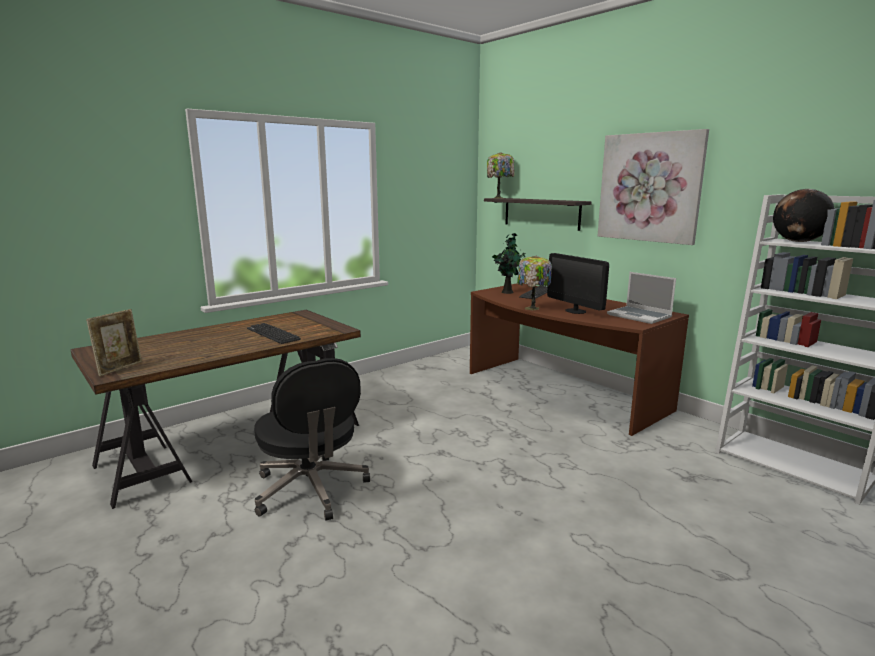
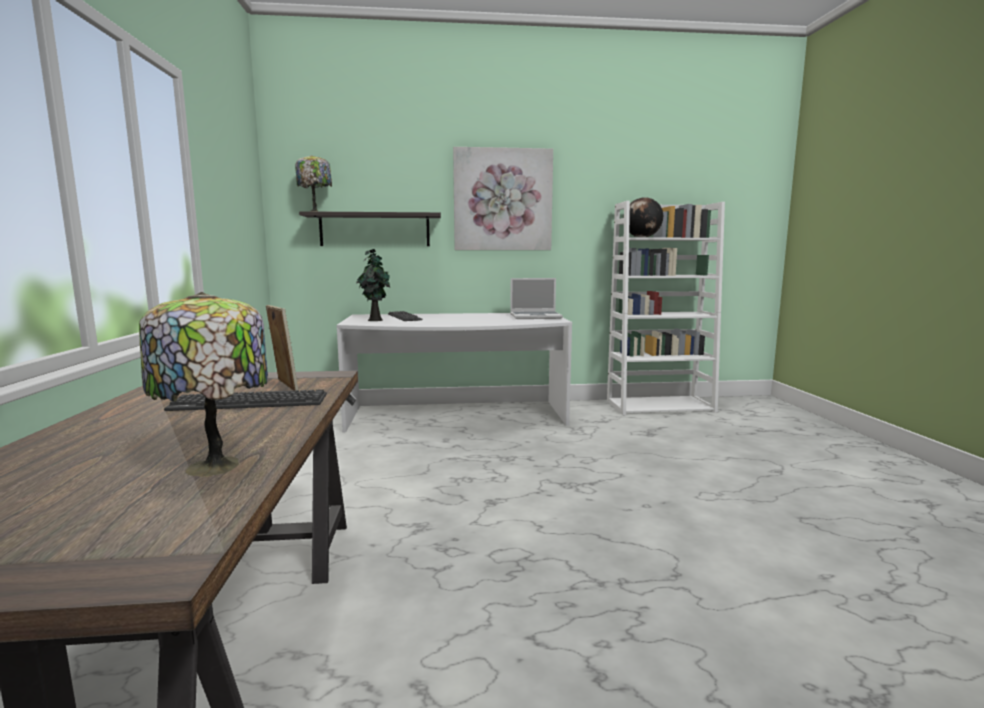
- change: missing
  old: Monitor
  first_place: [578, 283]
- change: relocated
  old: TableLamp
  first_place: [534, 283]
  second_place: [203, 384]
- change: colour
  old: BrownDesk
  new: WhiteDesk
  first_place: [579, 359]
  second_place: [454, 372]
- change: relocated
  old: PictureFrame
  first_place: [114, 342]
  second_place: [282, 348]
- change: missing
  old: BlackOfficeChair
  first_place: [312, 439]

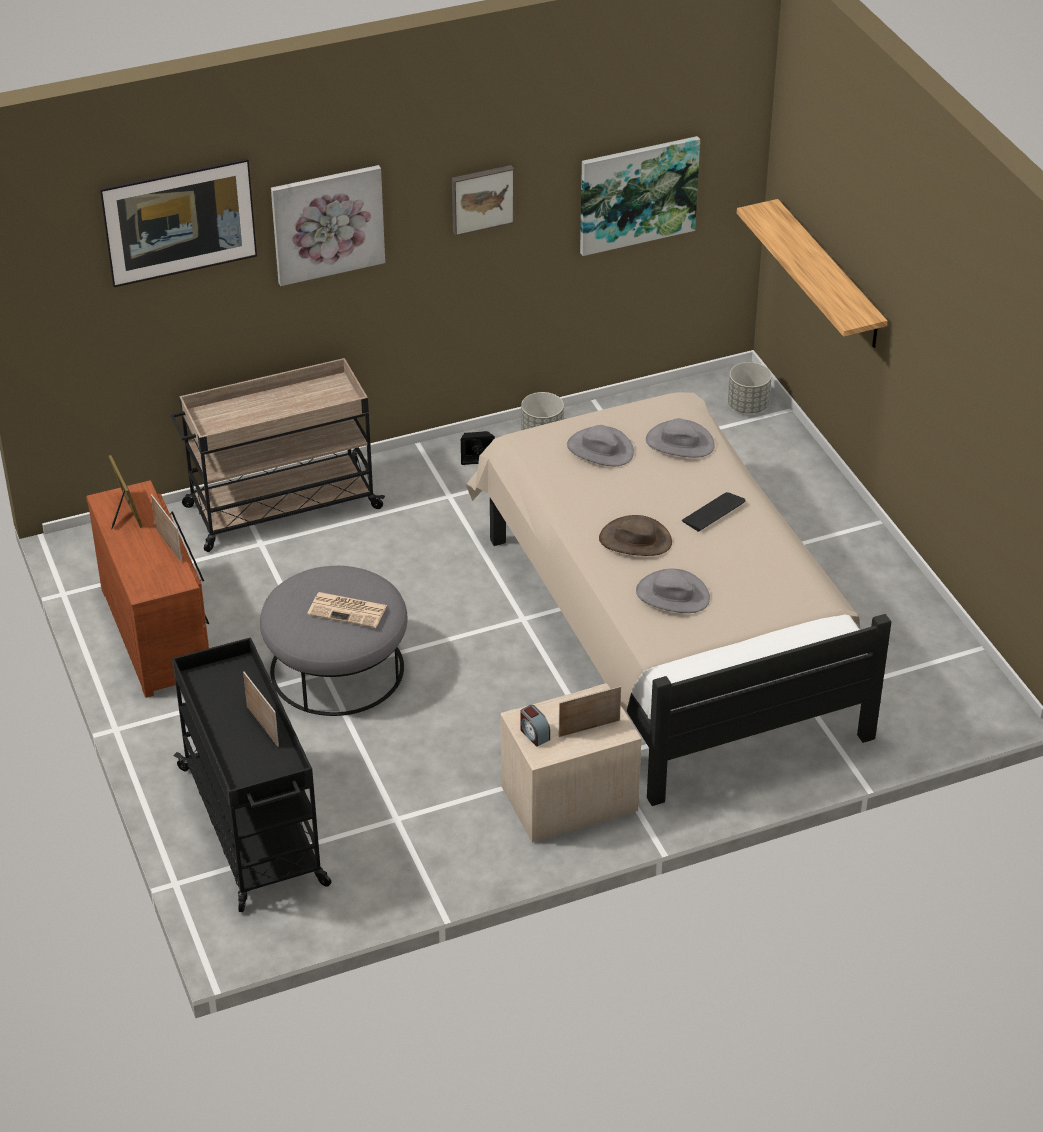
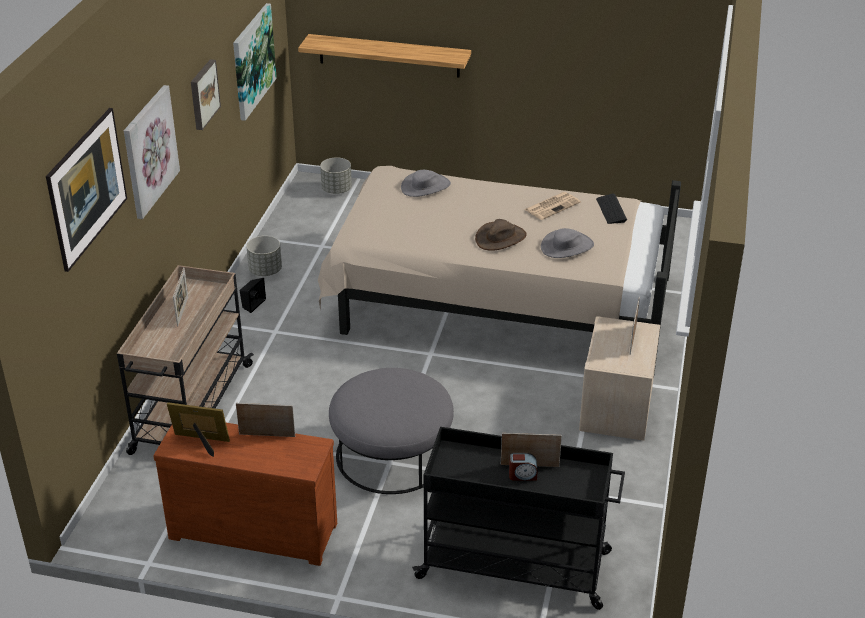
- change: missing
  old: GreyHat
  first_place: [600, 445]
- change: relocated
  old: Keyboard
  first_place: [714, 512]
  second_place: [611, 208]
- change: relocated
  old: Newspaper
  first_place: [347, 610]
  second_place: [552, 206]
- change: relocated
  old: AlarmClock
  first_place: [535, 726]
  second_place: [523, 467]
- change: appeared
  new: PictureFrame
  second_place: [180, 296]

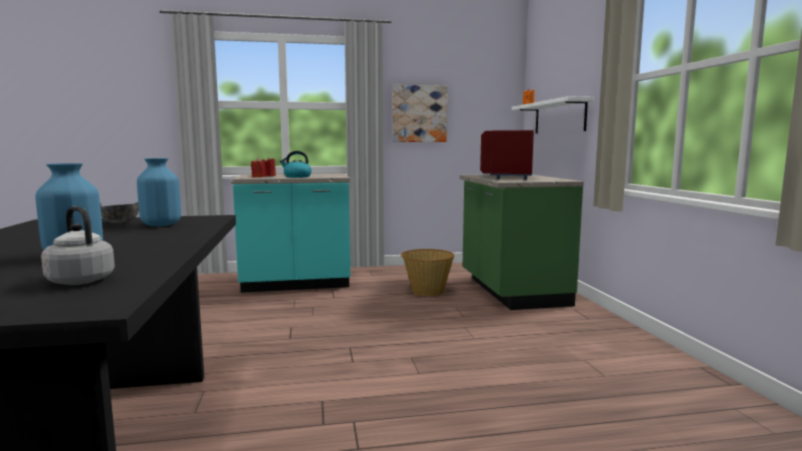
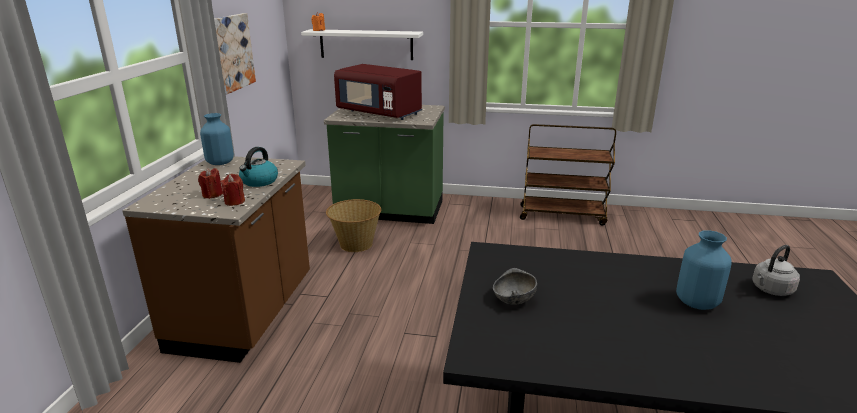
- change: relocated
  old: BlueVase
  first_place: [159, 192]
  second_place: [217, 139]
- change: colour
  old: TurquoiseCounter
  new: BrownCounter
  first_place: [290, 233]
  second_place: [216, 259]
- change: appeared
  new: BrownCart
  second_place: [568, 175]

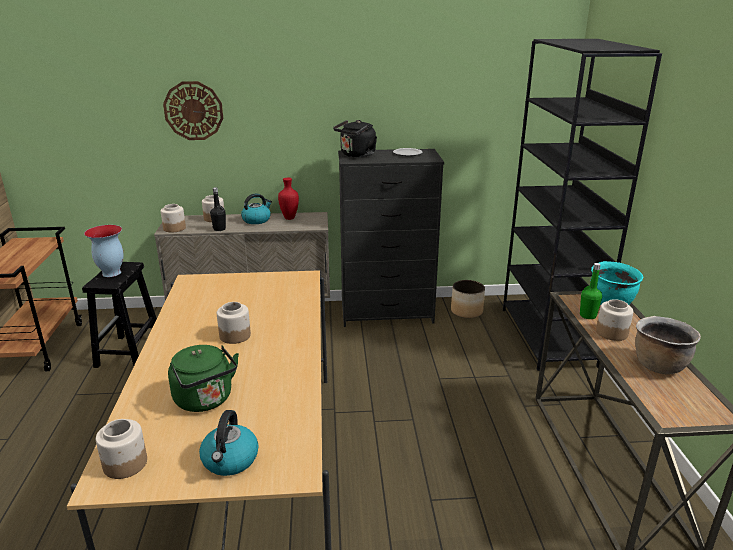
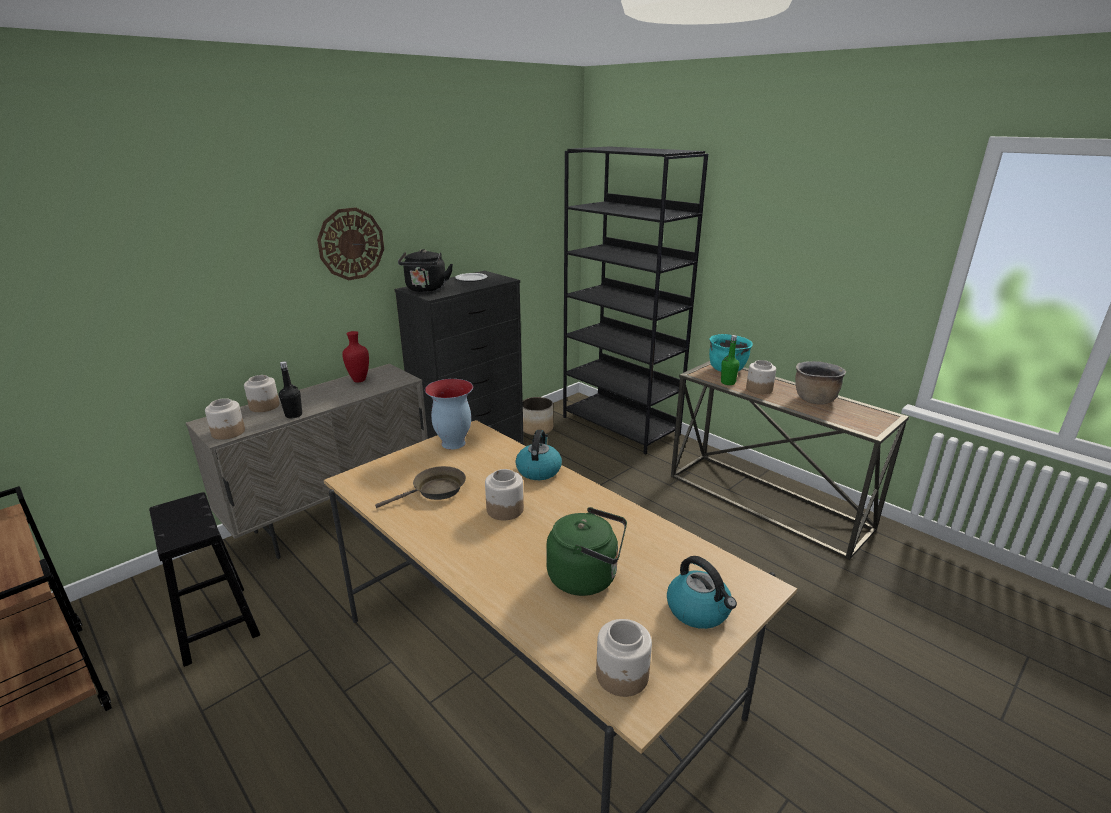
- change: relocated
  old: WallClock
  first_place: [193, 110]
  second_place: [350, 243]
- change: relocated
  old: Kettle
  first_place: [256, 208]
  second_place: [539, 455]
- change: relocated
  old: Vase
  first_place: [104, 251]
  second_place: [449, 414]
- change: appeared
  new: BrownFryingPan
  second_place: [420, 487]

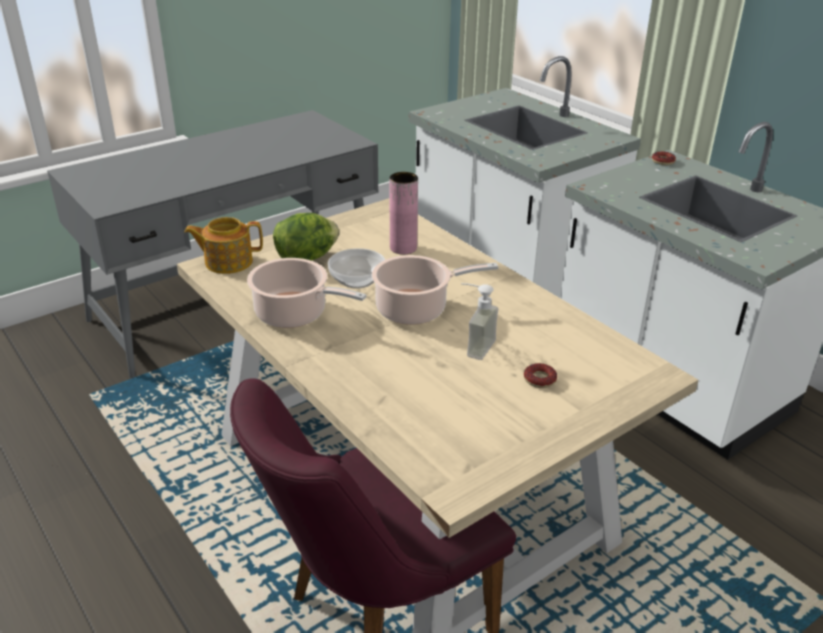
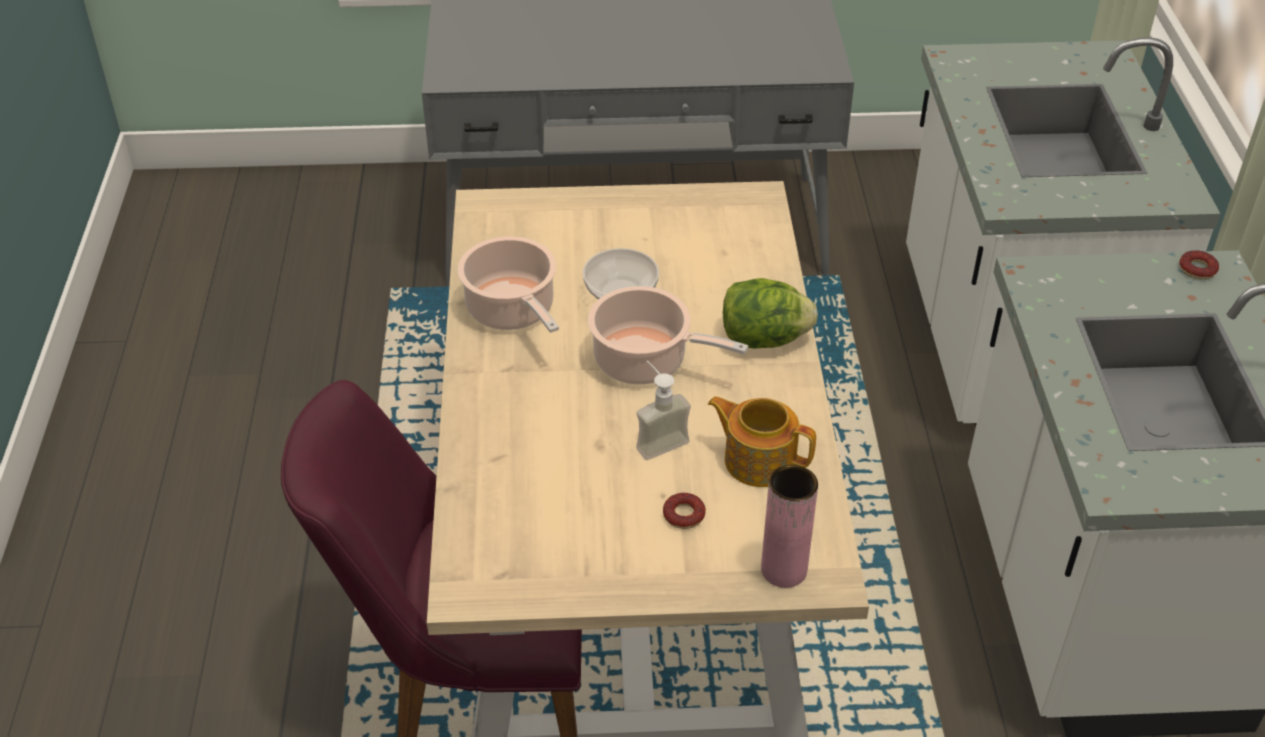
- change: relocated
  old: PinkVase
  first_place: [404, 213]
  second_place: [789, 526]
- change: relocated
  old: Lettuce
  first_place: [306, 237]
  second_place: [770, 313]
- change: relocated
  old: Teapot
  first_place: [223, 245]
  second_place: [762, 441]

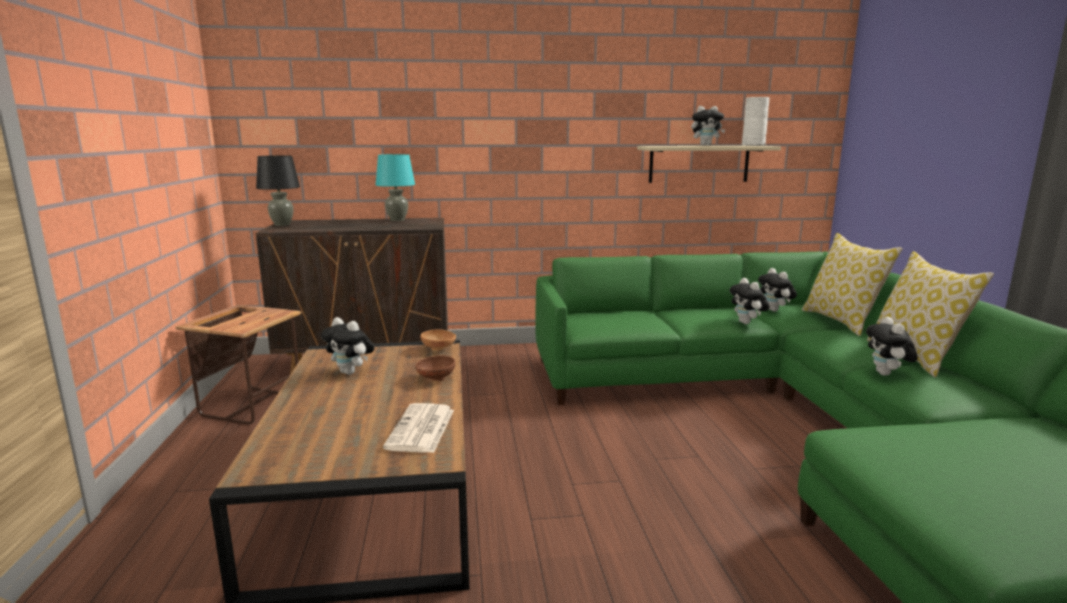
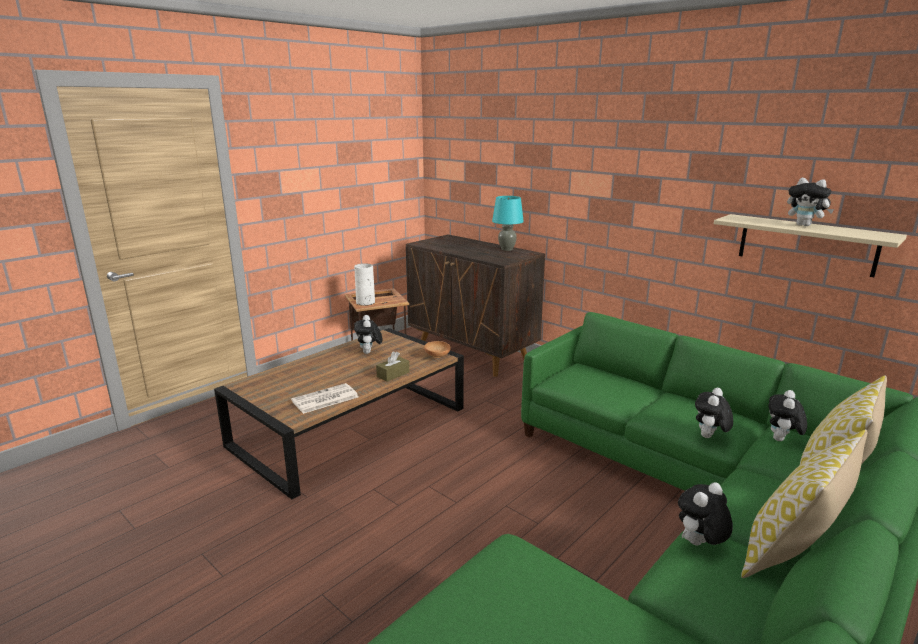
- change: relocated
  old: WhiteVase
  first_place: [755, 121]
  second_place: [364, 284]
- change: missing
  old: BlackTableLamp
  first_place: [278, 190]
- change: exchanged
  old: BrownBowl
  new: BrownTissueBox
  first_place: [435, 368]
  second_place: [392, 366]

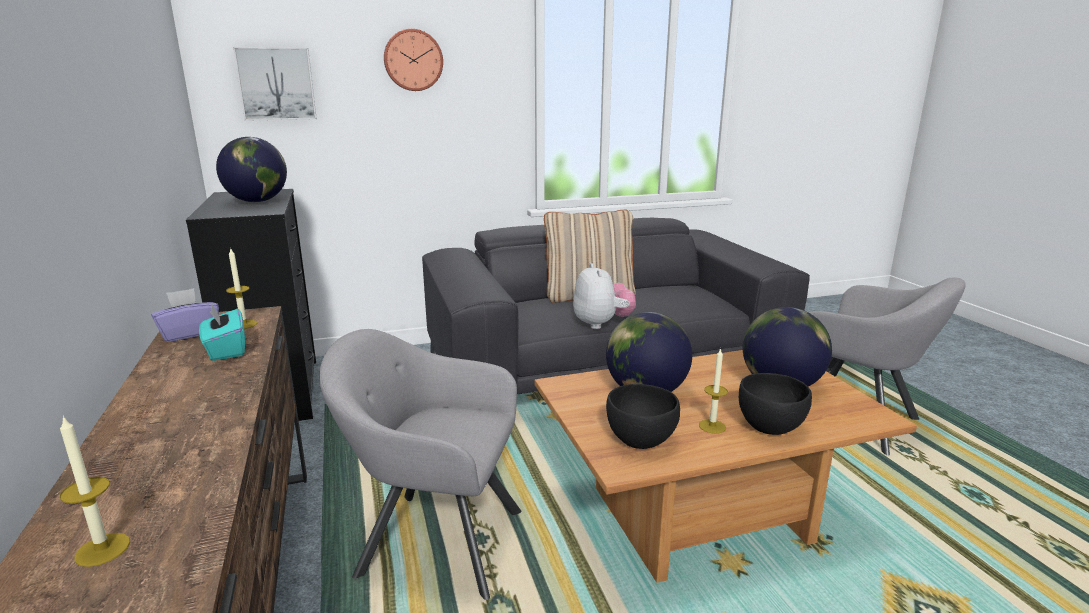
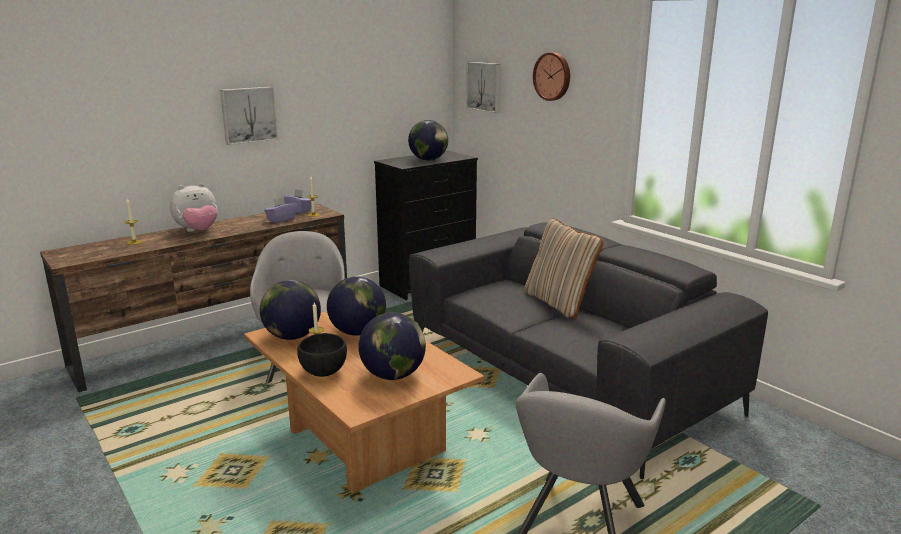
- change: relocated
  old: PlushToy
  first_place: [604, 296]
  second_place: [194, 207]
- change: colour
  old: TurquoiseTissueBox
  new: PurpleTissueBox
  first_place: [222, 332]
  second_place: [280, 210]
- change: exchanged
  old: BlackBowl
  new: Globe
  first_place: [643, 416]
  second_place: [290, 310]
- change: appeared
  new: Picture
  second_place: [249, 116]

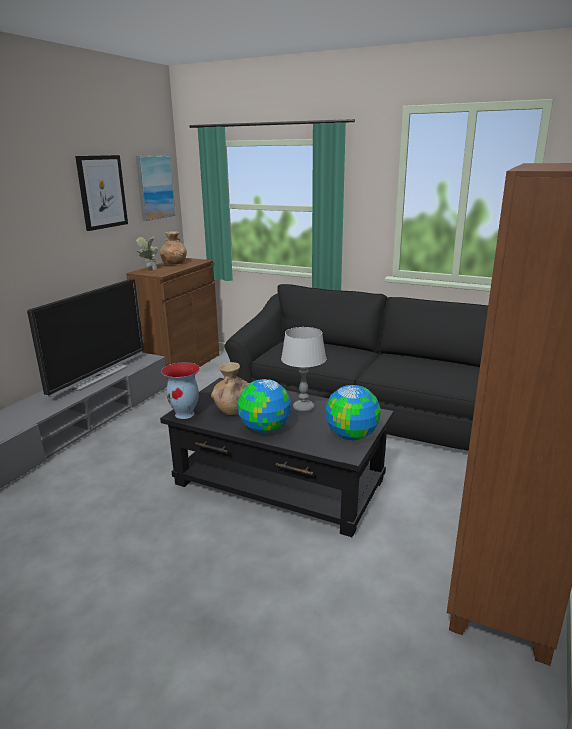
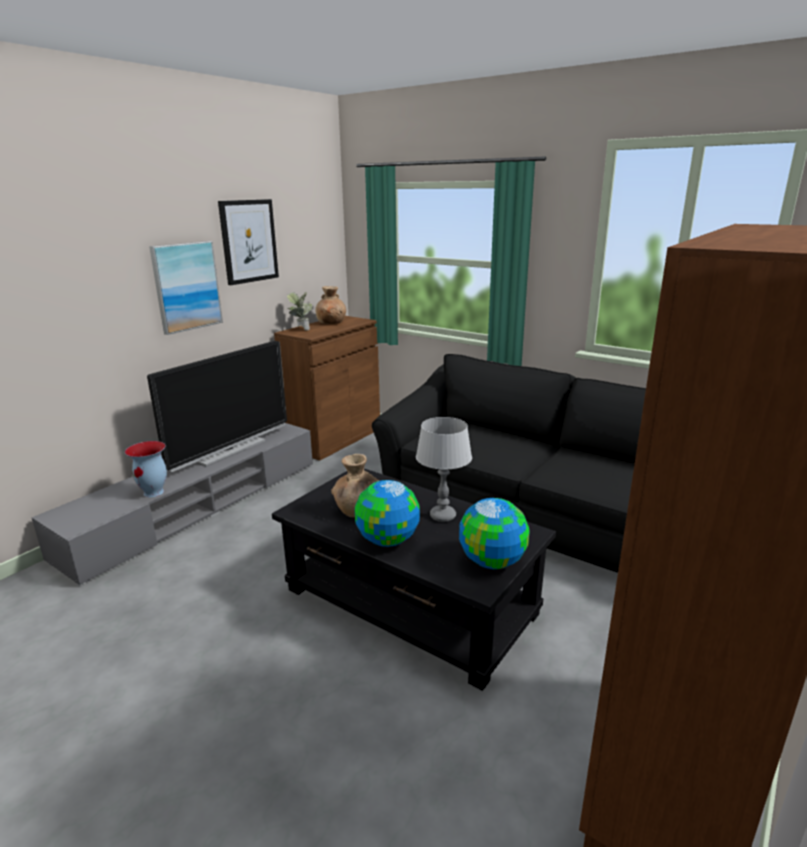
- change: relocated
  old: Picture
  first_place: [156, 188]
  second_place: [186, 288]
- change: relocated
  old: Vase
  first_place: [180, 390]
  second_place: [146, 469]

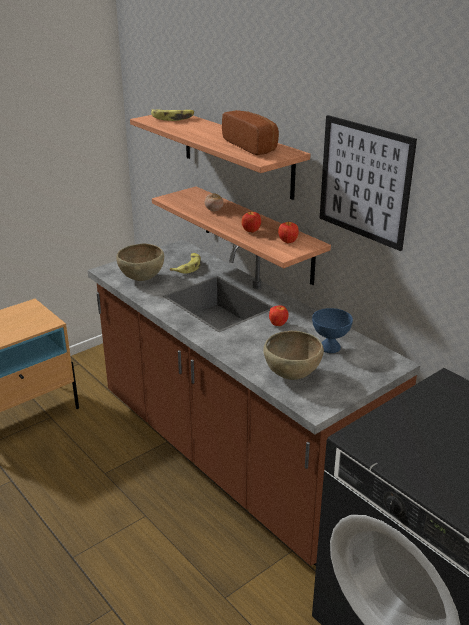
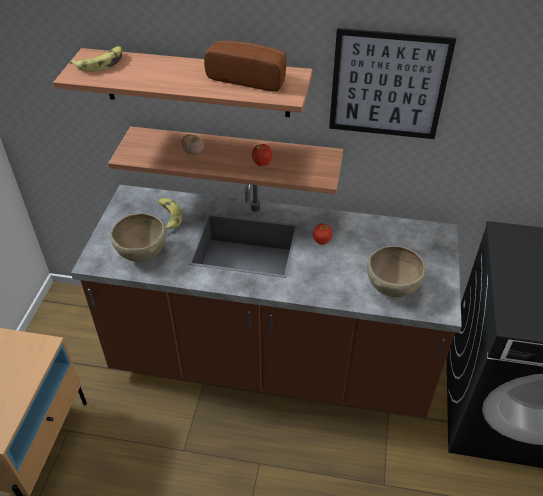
- change: missing
  old: Apple
  first_place: [288, 232]
- change: missing
  old: BlueBowl
  first_place: [332, 330]

